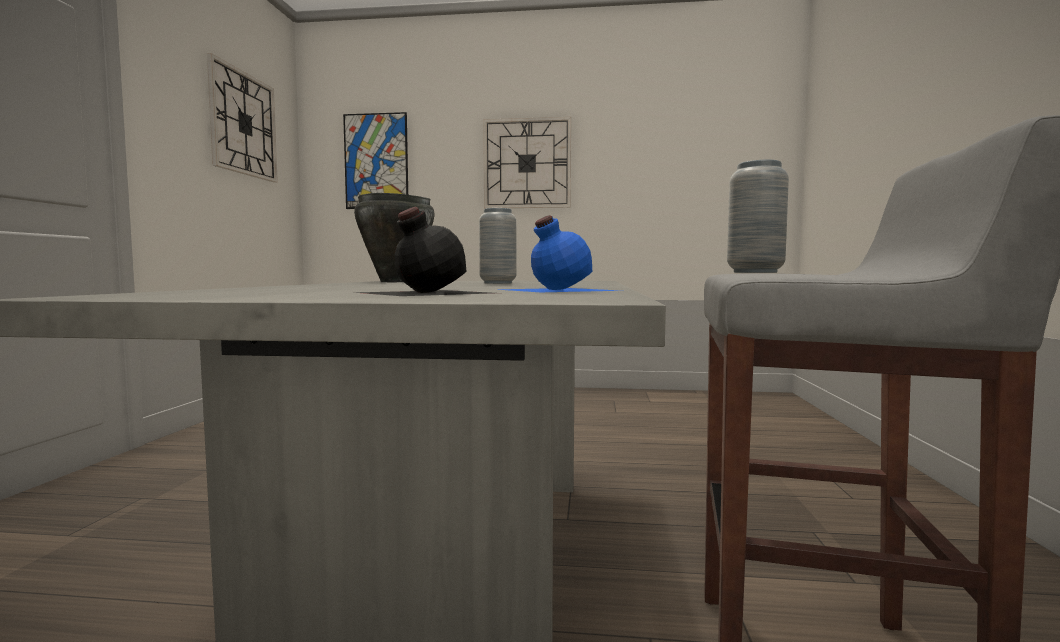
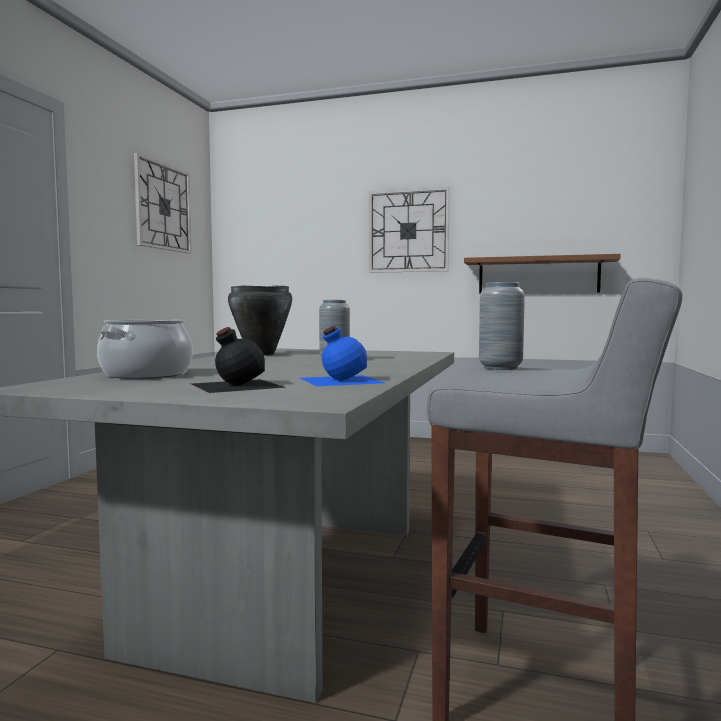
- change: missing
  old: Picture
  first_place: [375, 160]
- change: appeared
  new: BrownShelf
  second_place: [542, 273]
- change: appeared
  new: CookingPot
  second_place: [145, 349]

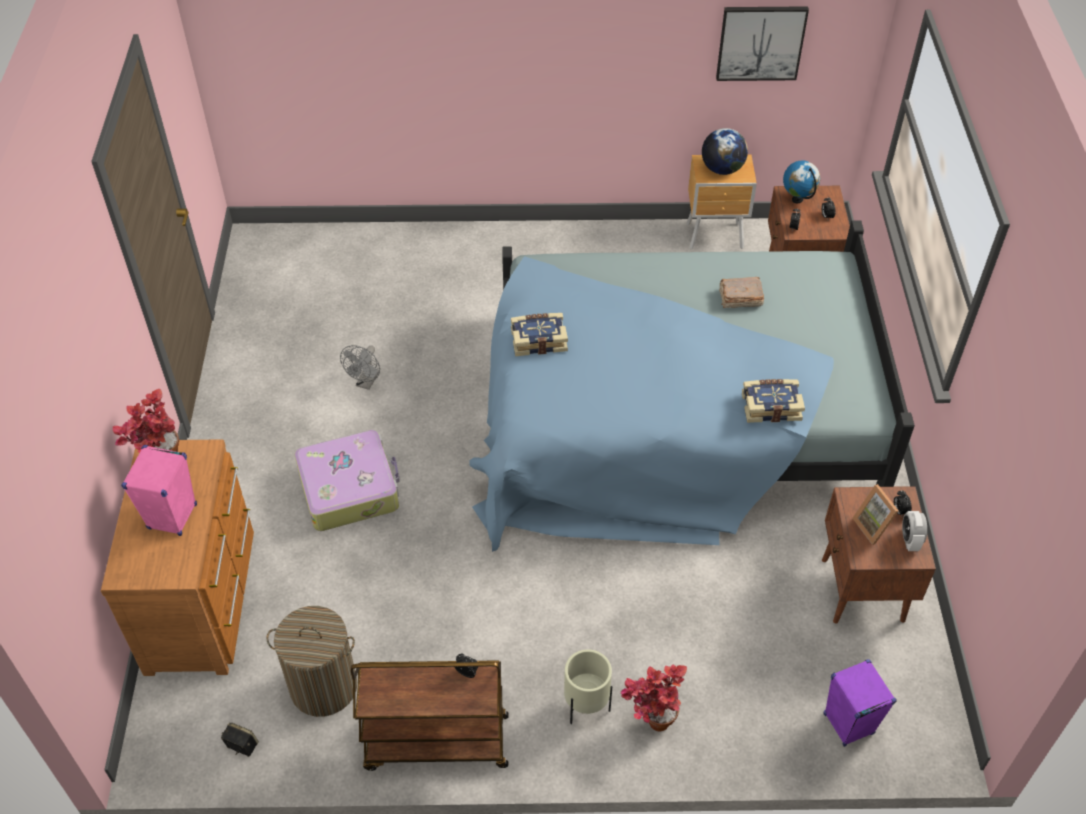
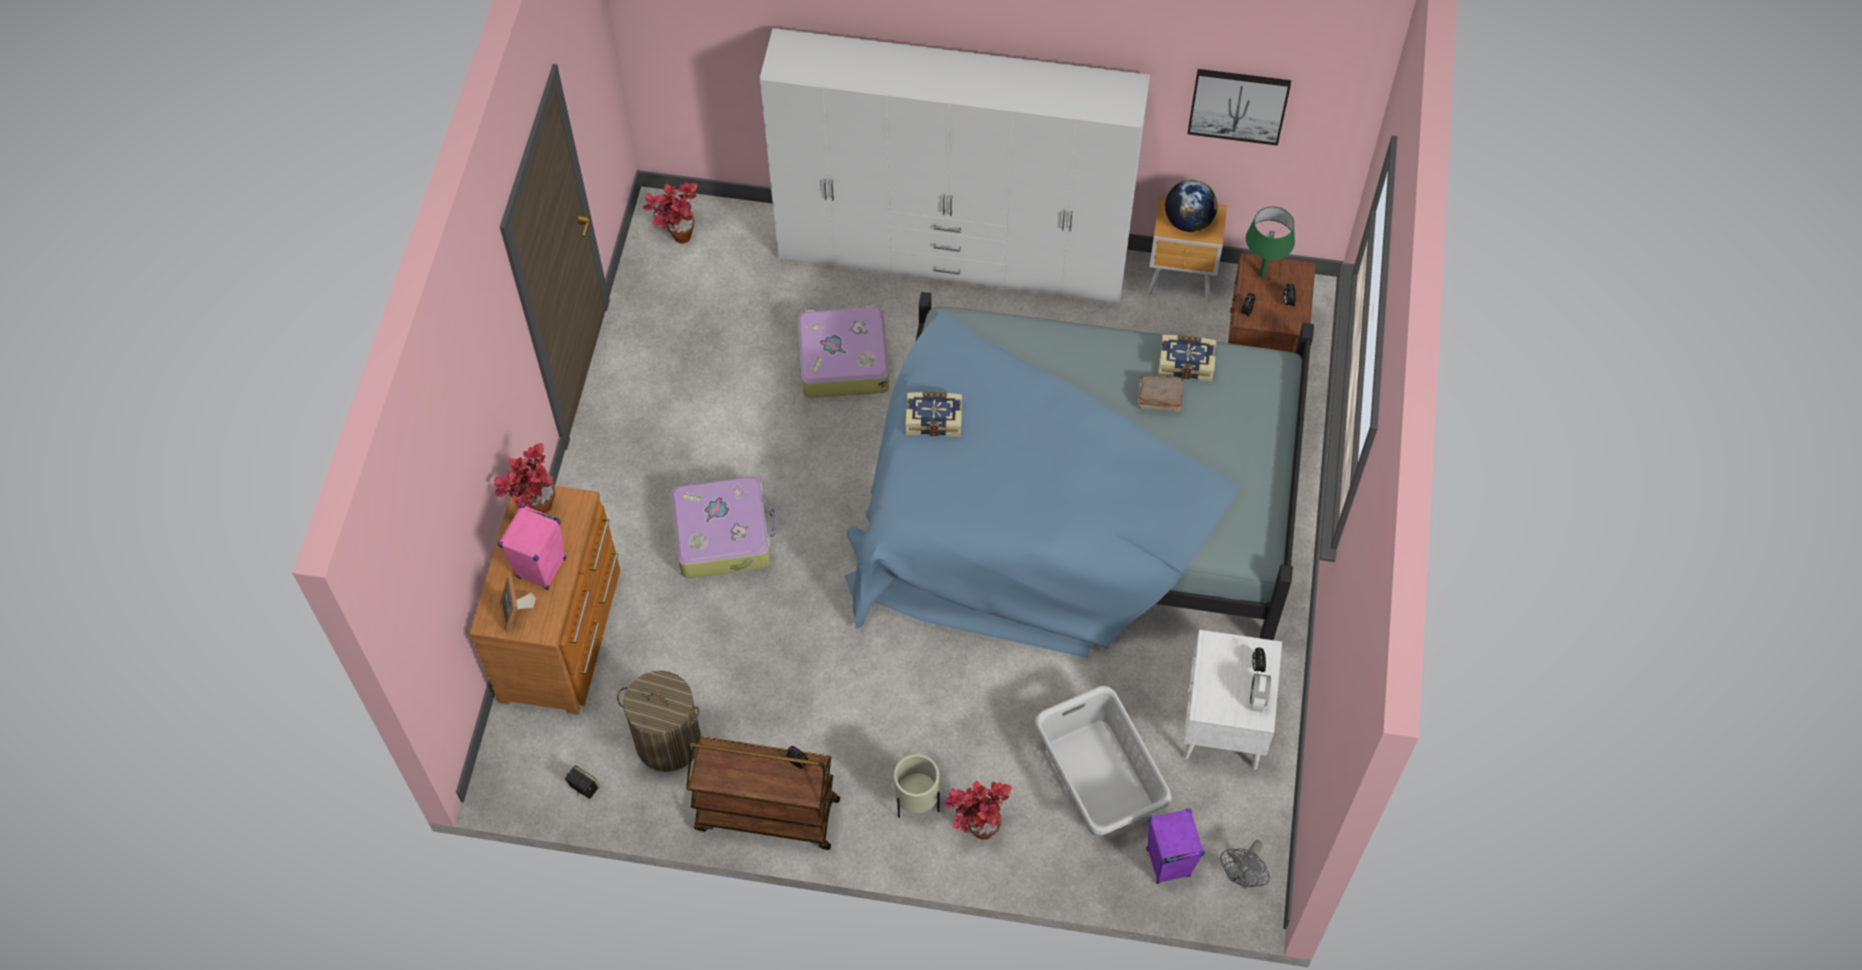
- change: exchanged
  old: Globe
  new: GreenTableLamp
  first_place: [801, 182]
  second_place: [1270, 242]
- change: relocated
  old: GreyFan
  first_place: [360, 367]
  second_place: [1245, 864]
- change: relocated
  old: Book
  first_place: [773, 401]
  second_place: [1187, 358]
- change: relocated
  old: PictureFrame
  first_place: [875, 514]
  second_place: [518, 604]
- change: colour
  old: BrownNightstand
  new: WhiteNightstand
  first_place: [879, 555]
  second_place: [1232, 700]
- change: appeared
  new: WhiteWardrobe
  second_place: [955, 165]
- change: appeared
  new: PottedPlant
  second_place: [670, 213]
- change: appeared
  new: Suitcase
  second_place: [843, 352]
- change: appeared
  new: GreyLaundryBasket
  second_place: [1103, 761]

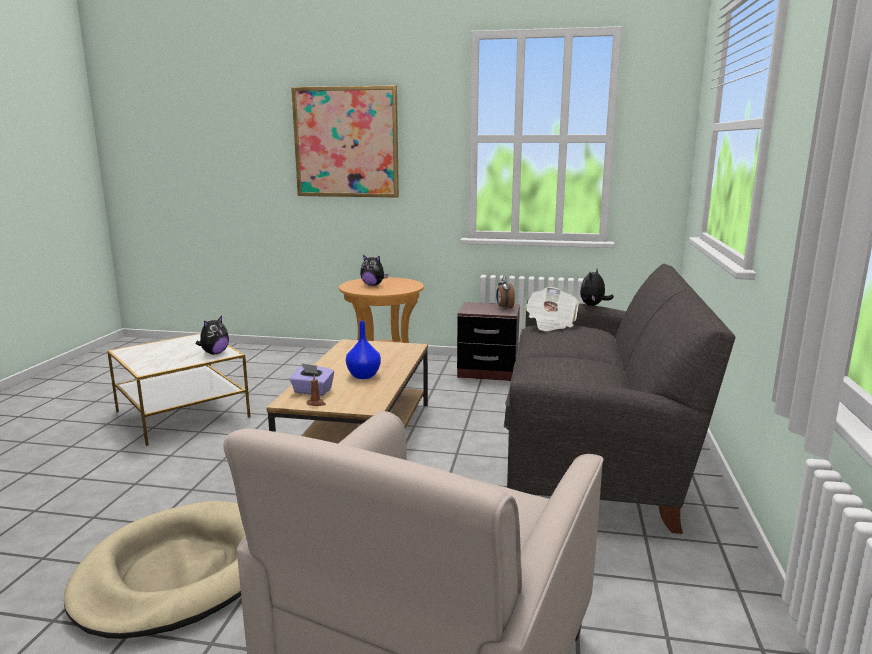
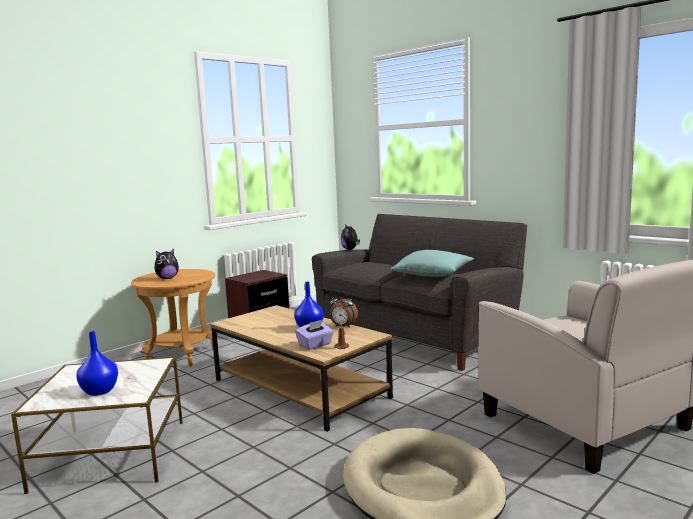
- change: missing
  old: Picture
  first_place: [345, 141]
- change: relocated
  old: AlarmClock
  first_place: [505, 293]
  second_place: [344, 309]
- change: missing
  old: Newspaper
  first_place: [552, 309]
- change: missing
  old: PlushToy
  first_place: [212, 335]
- change: appeared
  new: TurquoisePillow
  second_place: [432, 263]
- change: appeared
  new: BlueVase
  second_place: [97, 363]

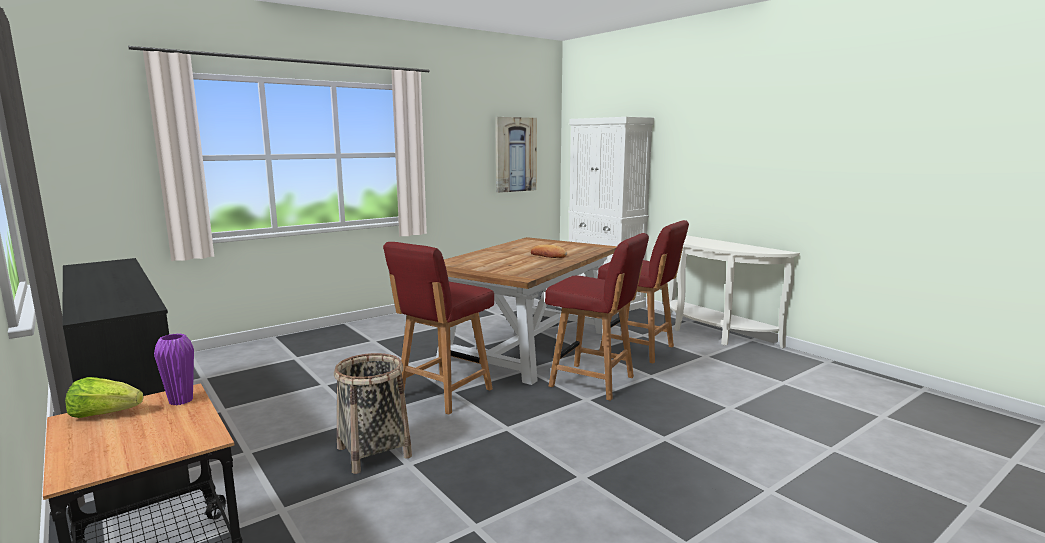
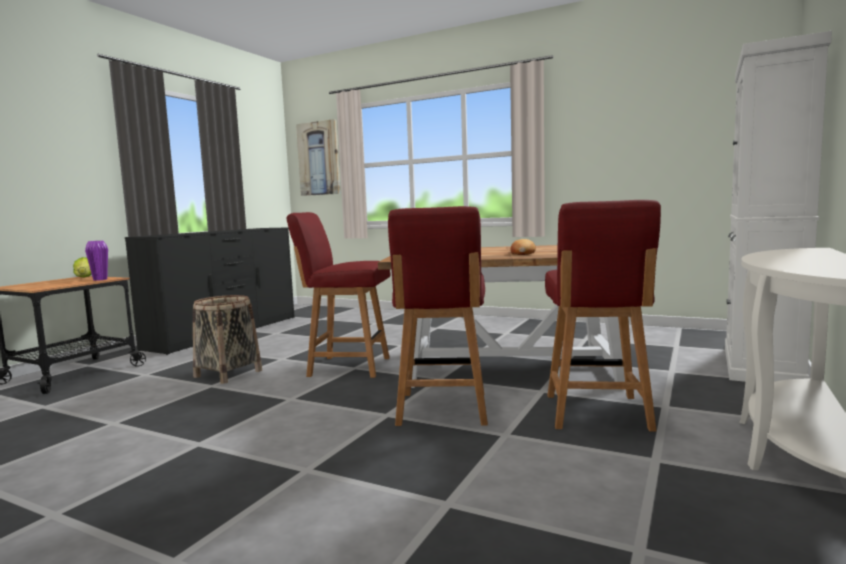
- change: relocated
  old: Picture
  first_place: [516, 155]
  second_place: [318, 157]

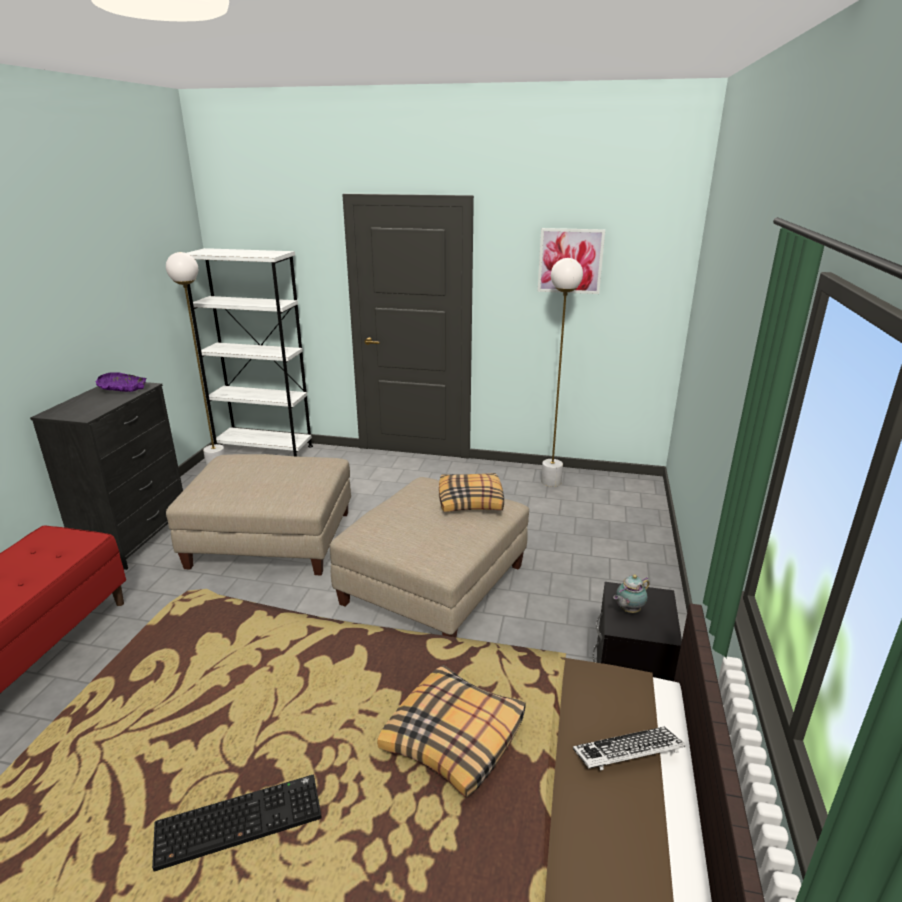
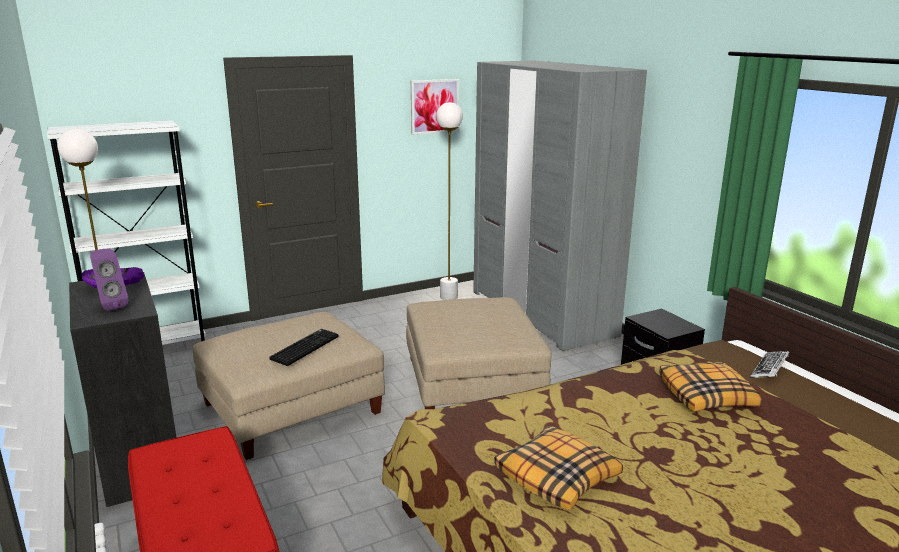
- change: relocated
  old: Pillow
  first_place: [471, 492]
  second_place: [558, 468]
- change: missing
  old: Teapot
  first_place: [631, 593]
- change: relocated
  old: Keyboard
  first_place: [237, 823]
  second_place: [304, 347]
- change: appeared
  new: GreyWardrobe
  second_place: [560, 206]
- change: appeared
  new: PurpleSpeaker
  second_place: [109, 279]

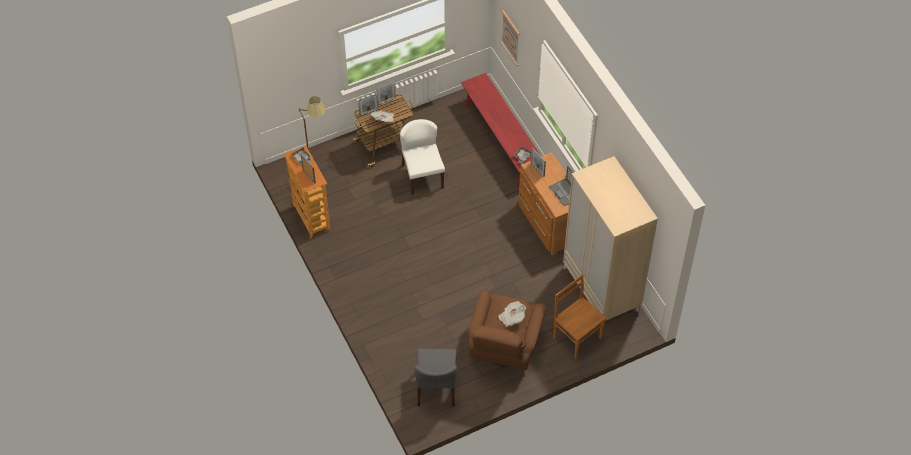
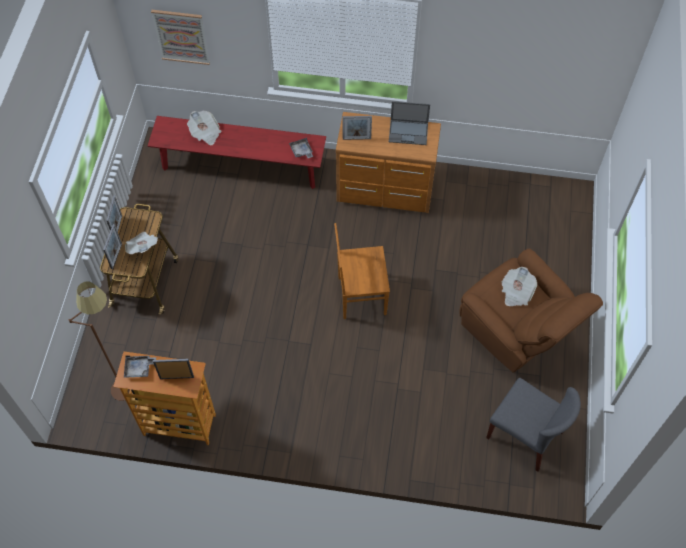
- change: missing
  old: WhiteChair
  first_place: [422, 157]
- change: missing
  old: BeigeWardrobe
  first_place: [610, 240]
- change: relocated
  old: BrownChair
  first_place: [579, 316]
  second_place: [362, 271]
- change: appeared
  new: Newspaper
  second_place: [204, 128]

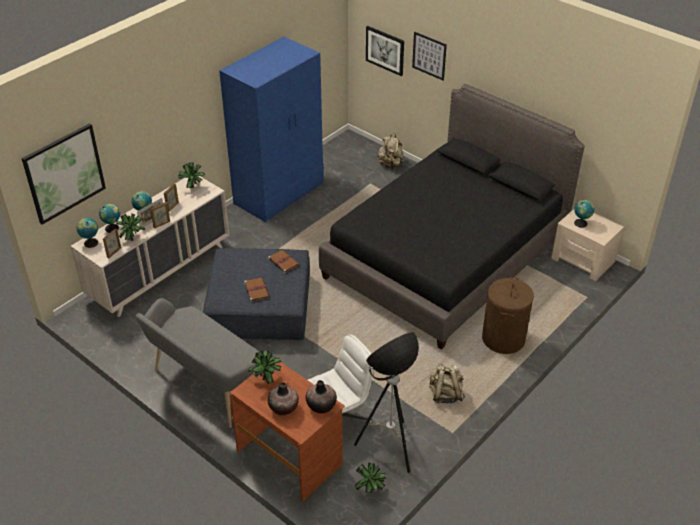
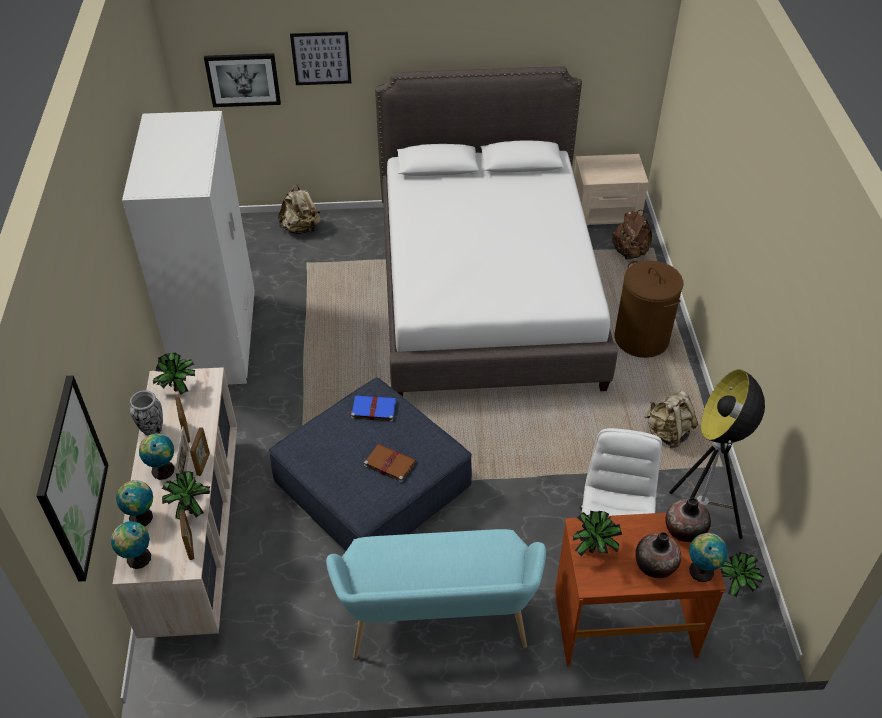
- change: colour
  old: BlueWardrobe
  new: WhiteWardrobe
  first_place: [271, 130]
  second_place: [188, 248]
- change: colour
  old: BlackBed
  new: WhiteBed
  first_place: [452, 217]
  second_place: [496, 231]
- change: relocated
  old: Globe
  first_place: [584, 214]
  second_place: [708, 557]
- change: colour
  old: BrownBook
  new: BlueBook
  first_place: [284, 262]
  second_place: [372, 408]
- change: colour
  old: GreyBench
  new: TurquoiseBench
  first_place: [197, 363]
  second_place: [436, 594]
- change: appeared
  new: BrownBackpack
  second_place: [632, 235]
- change: appeared
  new: Vase
  second_place: [146, 412]

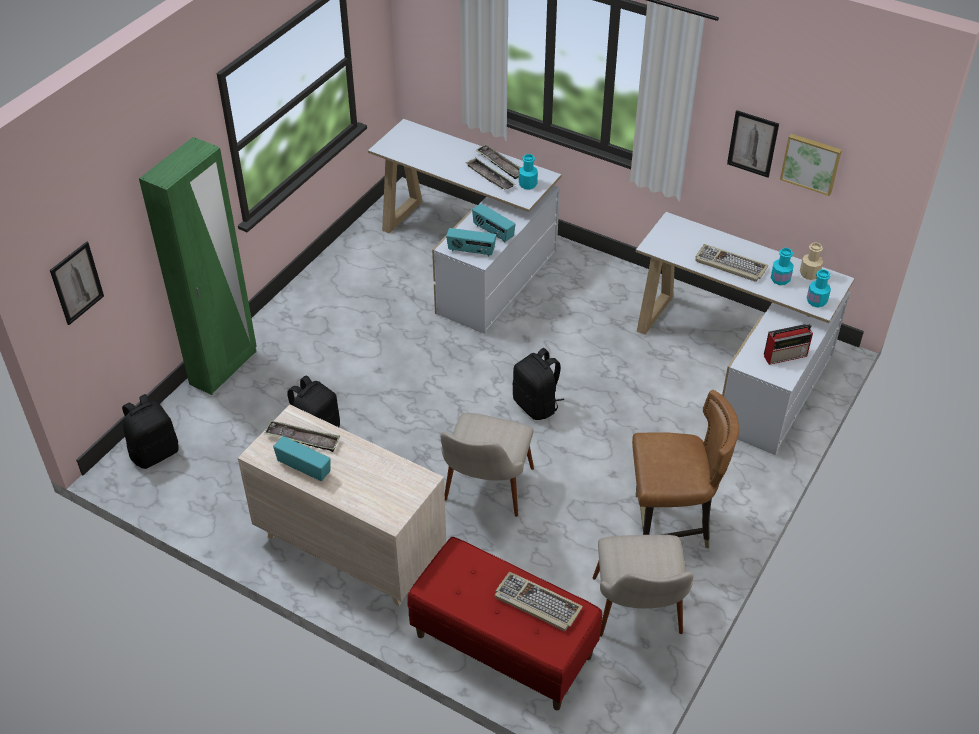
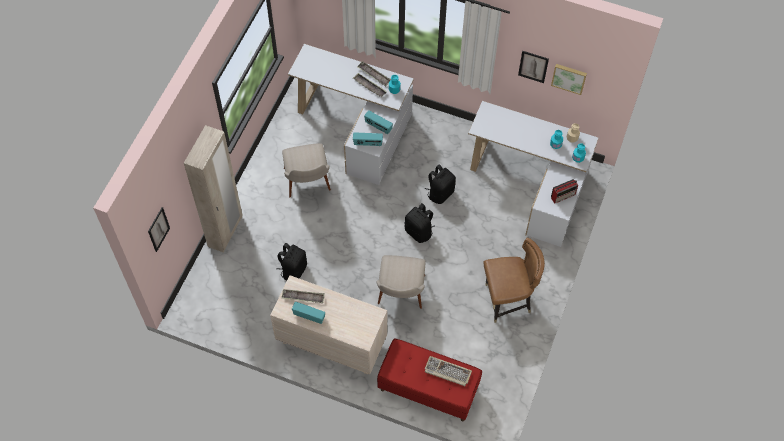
- change: colour
  old: GreenWardrobe
  new: BeigeWardrobe
  first_place: [198, 266]
  second_place: [213, 189]
- change: missing
  old: Keyboard
  first_place: [731, 263]
- change: relocated
  old: BlackBackpack
  first_place: [150, 431]
  second_place: [440, 184]
- change: relocated
  old: BeigeChair
  first_place: [643, 586]
  second_place: [306, 170]

